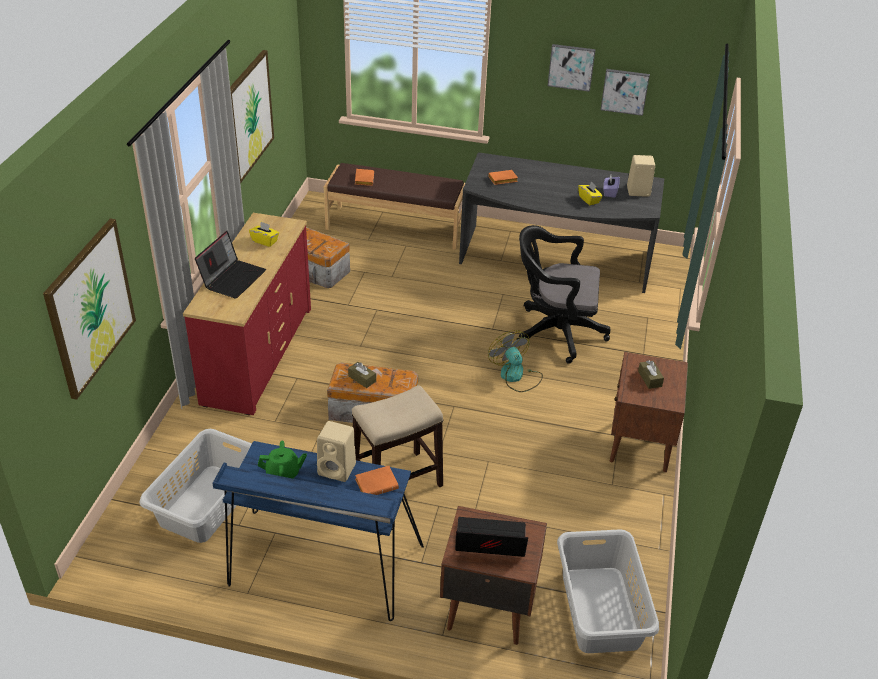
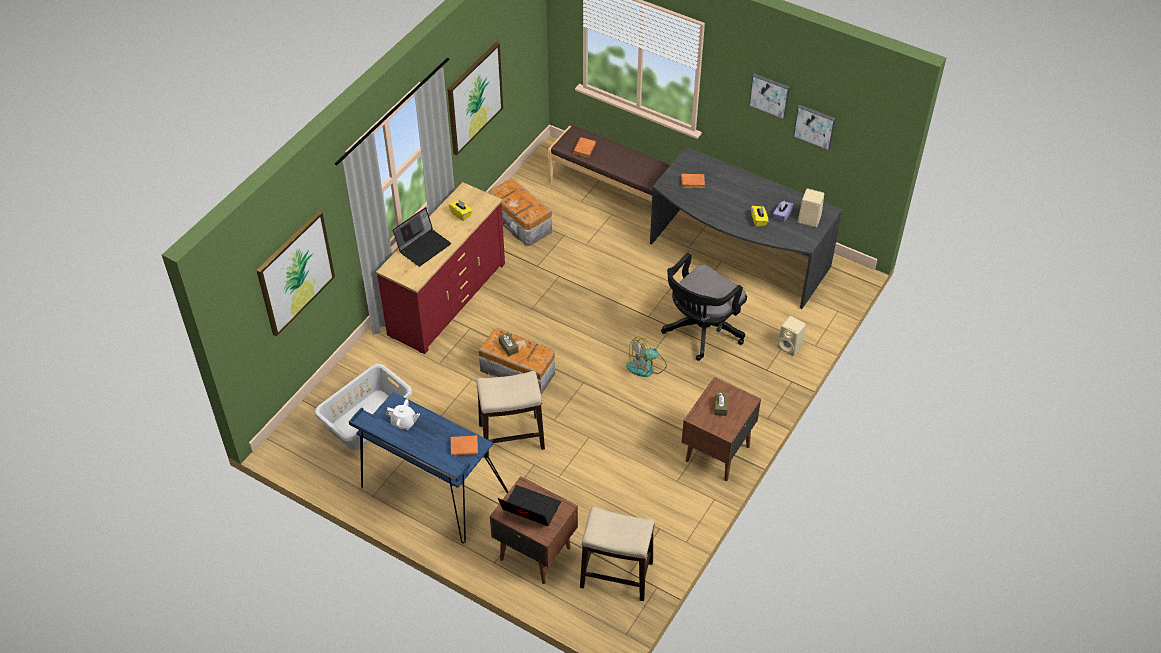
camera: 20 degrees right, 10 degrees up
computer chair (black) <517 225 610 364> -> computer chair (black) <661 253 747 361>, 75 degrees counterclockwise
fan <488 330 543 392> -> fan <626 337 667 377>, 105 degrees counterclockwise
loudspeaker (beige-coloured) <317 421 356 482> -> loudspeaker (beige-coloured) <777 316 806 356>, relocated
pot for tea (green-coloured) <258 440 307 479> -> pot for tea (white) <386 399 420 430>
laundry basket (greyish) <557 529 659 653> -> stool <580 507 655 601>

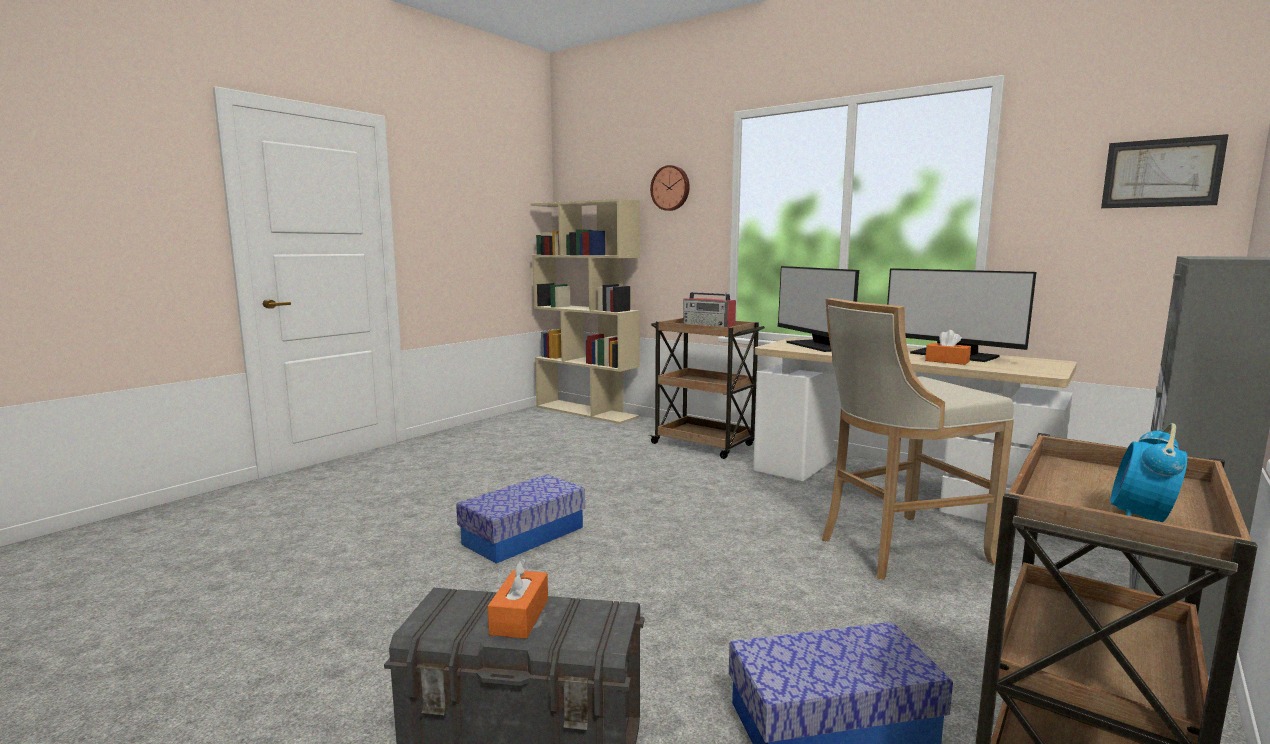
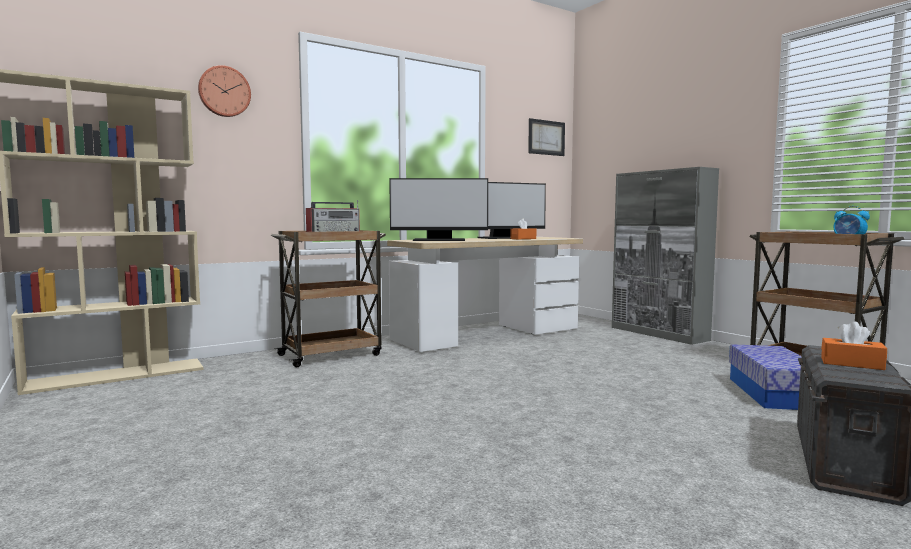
camera: 70 degrees left, 5 degrees down
stool (beige-coloured) <822 298 1014 580> -> none
storage box <456 474 585 564> -> none

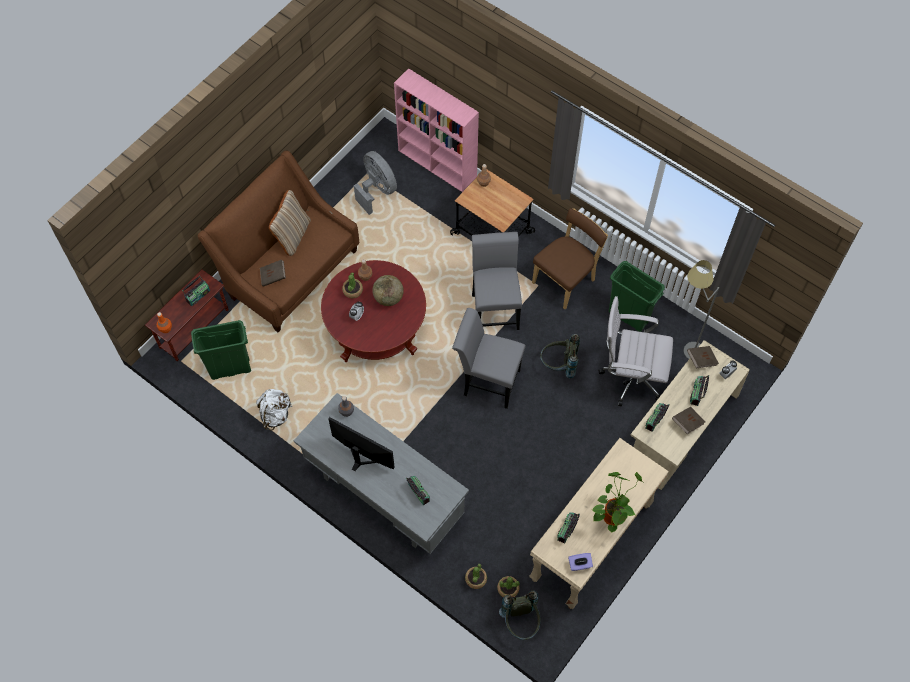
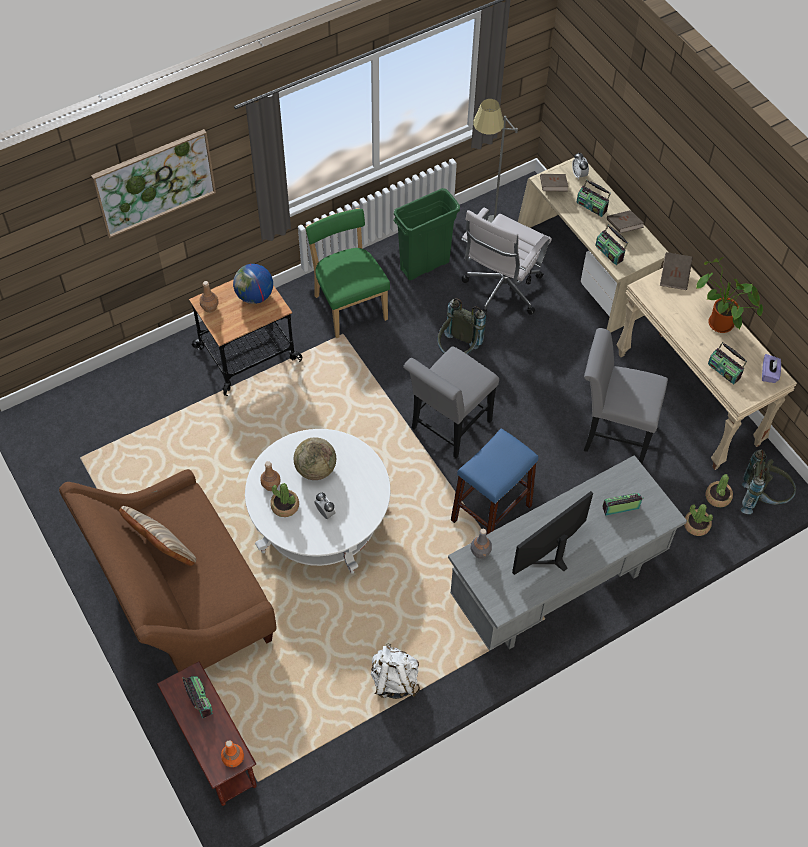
camera: 70 degrees left, 5 degrees down
bookcase (pink) <394 68 479 192> -> none
fan (greyish) <354 151 397 215> -> none
upright chair (brown-coloured) <532 208 608 309> -> upright chair (green-coloured) <306 208 390 338>
upright chair (greyish) <472 232 522 330> -> upright chair (greyish) <584 328 668 464>, relocated
bound book (brown-coloured) <260 260 286 287> -> bound book (brown-coloured) <660 252 693 290>, relocated
lounge table (red) <321 260 426 362> -> lounge table (white) <245 429 390 573>
rubbish bin (green-coloured) <191 320 251 380> -> none
none -> picture <91 129 216 238>
none -> globe <233 264 273 304>
none -> stool (bluish) <451 428 538 535>

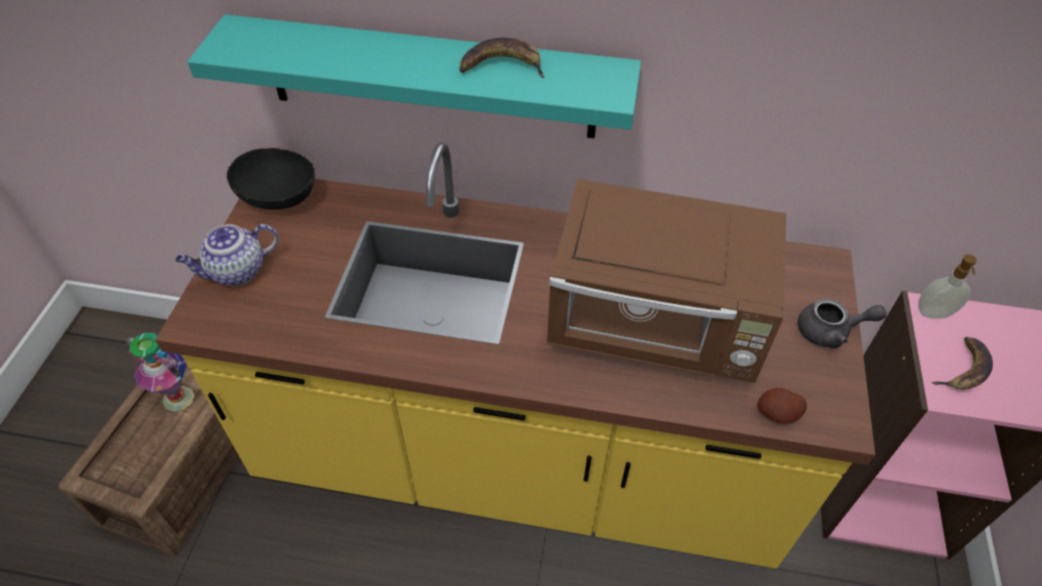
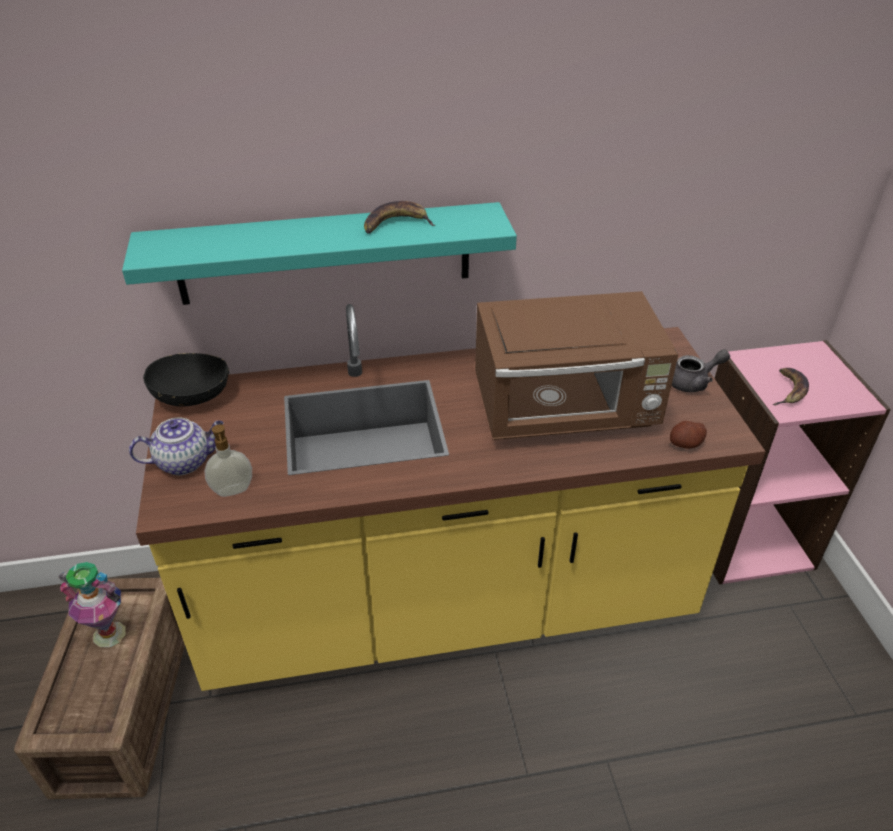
camera: 20 degrees left, 10 degrees down
pot for tea <175 224 279 286> -> pot for tea <129 417 223 475>, 150 degrees counterclockwise
soap bottle <918 254 977 319> -> soap bottle <205 424 252 497>, relocated

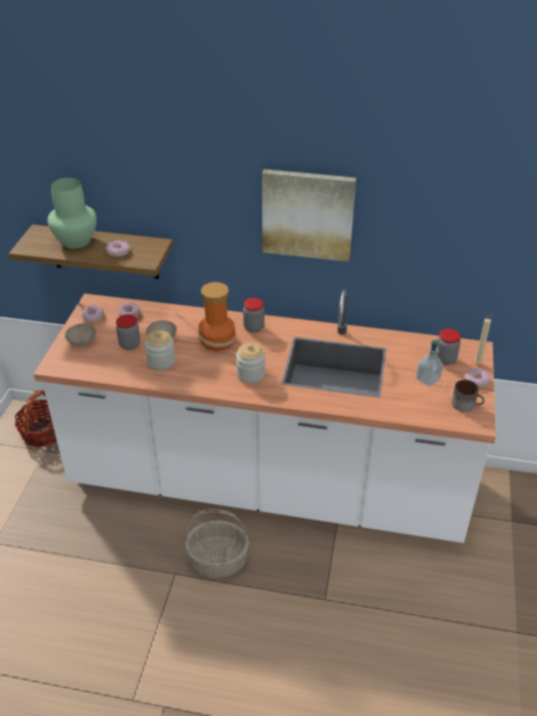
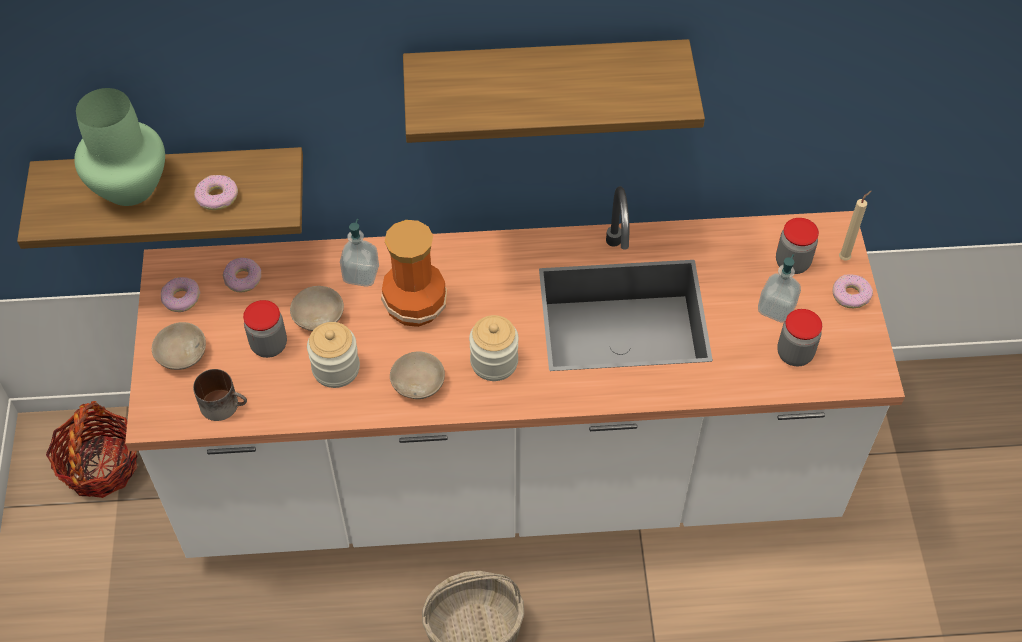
camera: 15 degrees left, 15 degrees up
picture <262 169 356 262> -> shelf <403 39 705 143>
storage jar <243 298 265 333> -> storage jar <777 309 822 366>, relocated
tea mug <452 380 485 412> -> tea mug <193 369 247 421>, relocated
none -> soap bottle <340 219 379 287>
none -> serving bowl (beige-coloured) <390 351 445 399>

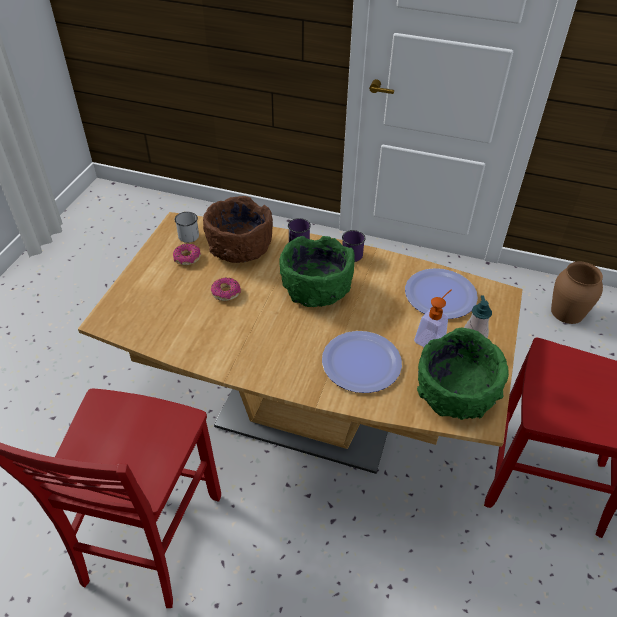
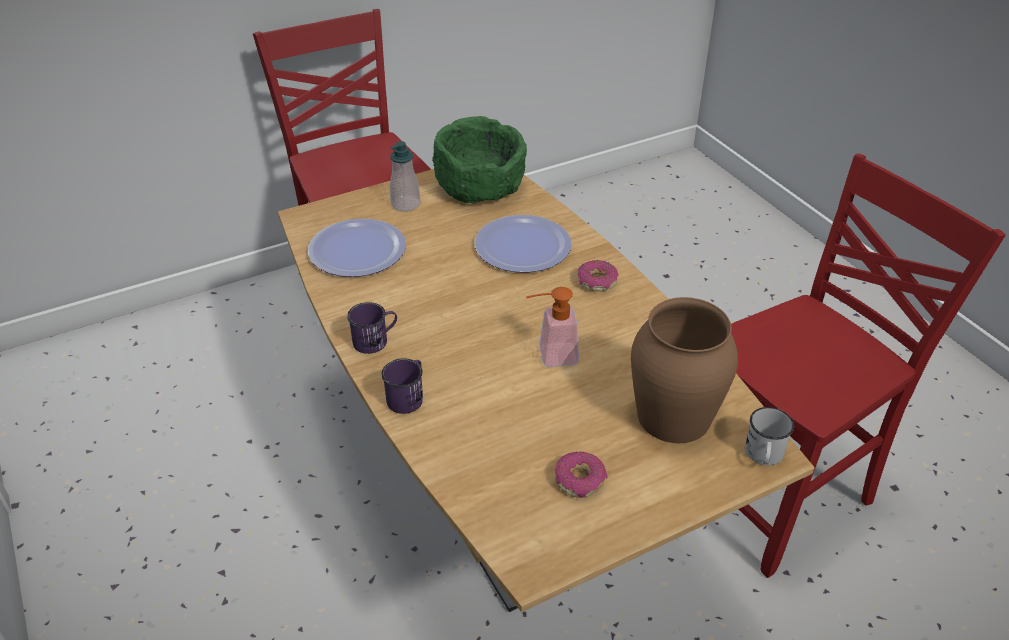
camera: 135 degrees left, 5 degrees down
serving bowl (brown-coloured) <203 196 273 263> -> none
tea mug (white) <175 212 199 243> -> tea mug (white) <745 407 794 466>, relocated
serving bowl (green-coloured) <279 236 355 307> -> none
flower vase (brown-coloured) <551 261 603 324> -> flower vase (brown-coloured) <631 297 738 443>, relocated
ring doughnut <211 277 241 301> -> ring doughnut <578 260 618 291>, relocated
soap bottle <414 289 452 347> -> soap bottle <526 287 579 367>, relocated

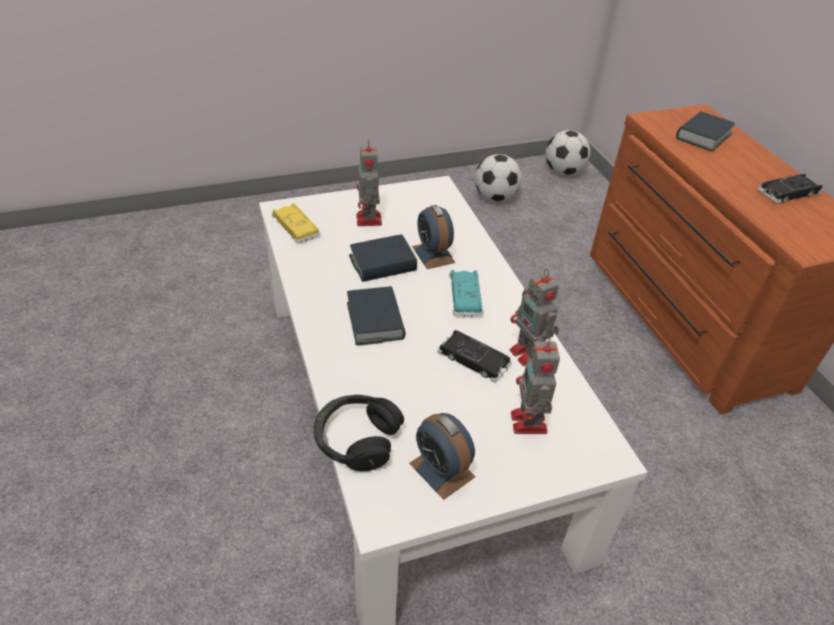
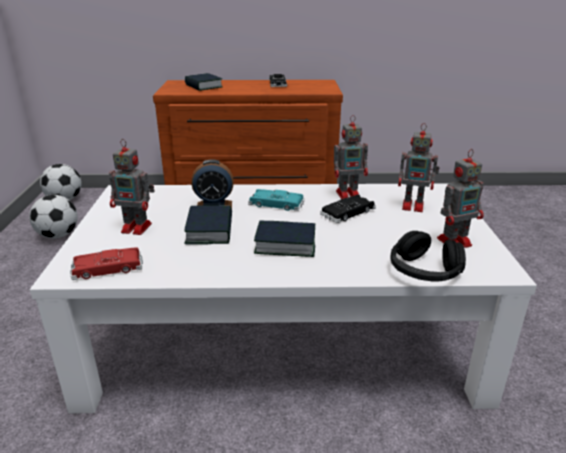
camera: 70 degrees left, 15 degrees down
miniature car (yellow-coloured) <271 203 321 244> -> miniature car (red) <70 247 143 280>
alarm clock <409 413 475 500> -> robot figure <437 149 484 248>

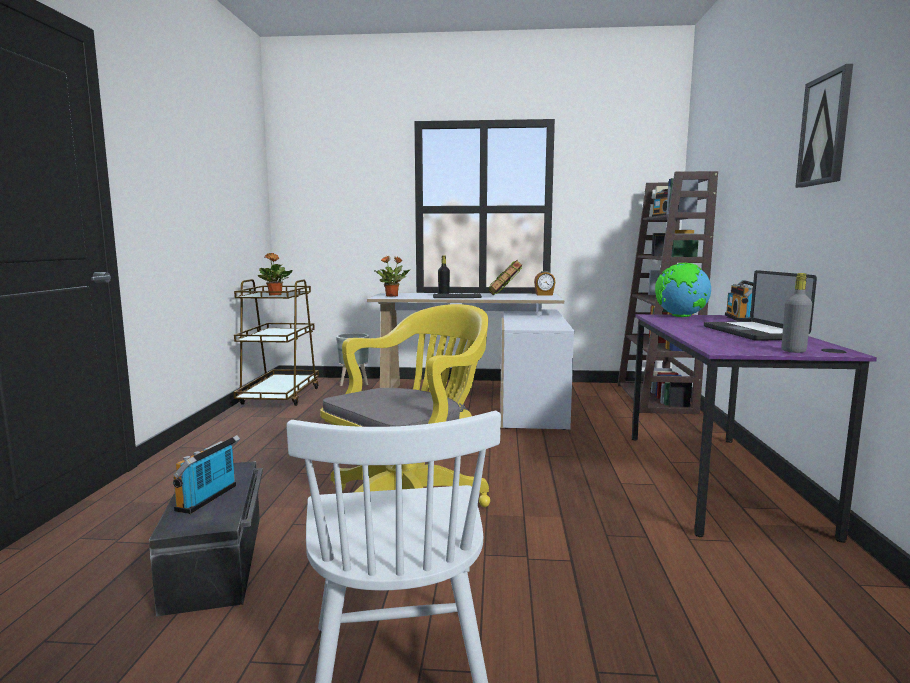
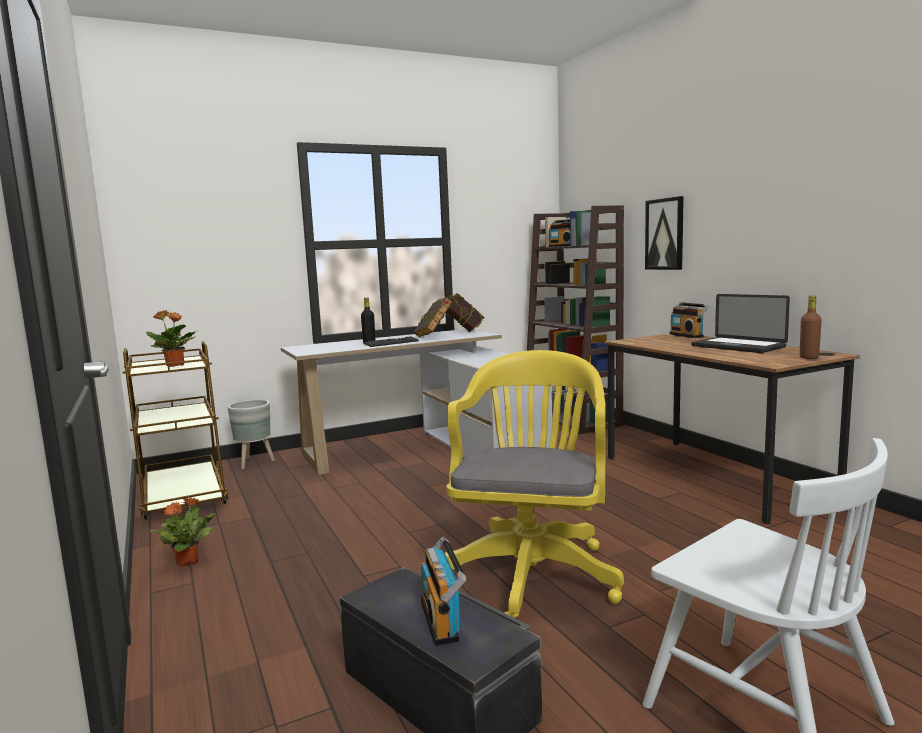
camera: 30 degrees left, 0 degrees up
picture <795 64 853 188> -> picture <645 196 684 270>, relocated
houseplant <373 256 411 297> -> houseplant <150 497 217 566>, relocated
globe <655 263 711 317> -> none
alarm clock <534 271 555 295> -> bound book <446 293 485 332>
bottle (greyish) <781 273 812 353> -> bottle (brown-coloured) <800 295 822 359>
desk (purple) <632 314 877 543> -> desk (brown-coloured) <604 334 860 524>

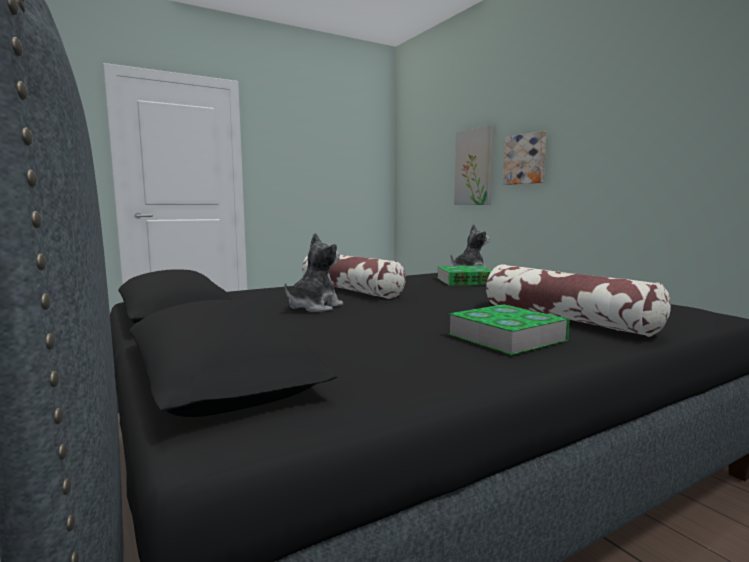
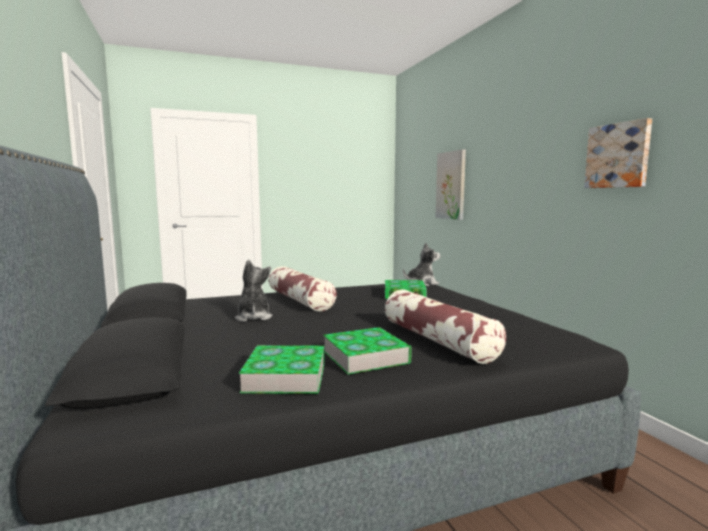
camera: 10 degrees right, 0 degrees up
picture <503 131 546 185> -> picture <584 118 652 188>, relocated
soft toy <285 233 343 312> -> soft toy <235 260 272 322>, 60 degrees counterclockwise
none -> bound book <239 345 325 394>

